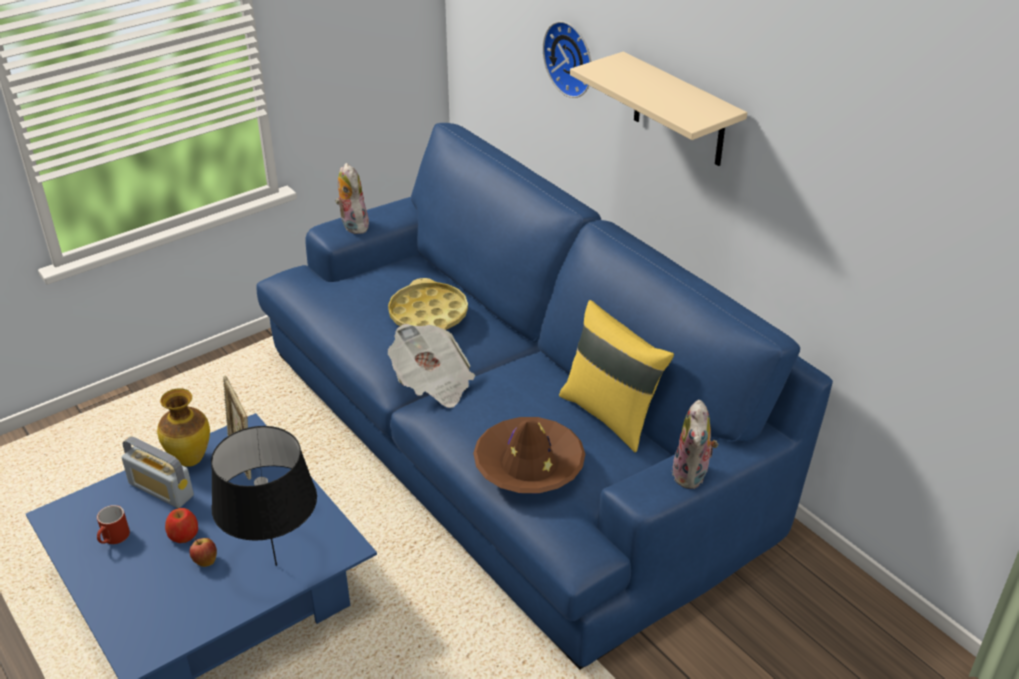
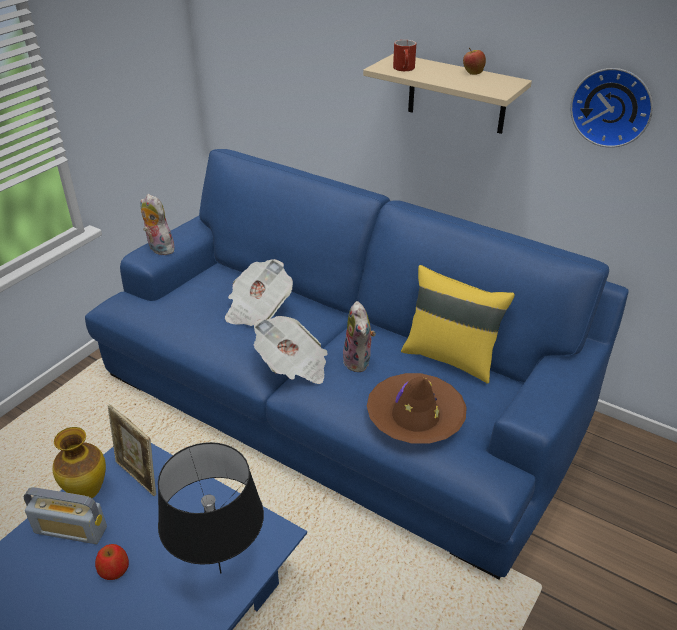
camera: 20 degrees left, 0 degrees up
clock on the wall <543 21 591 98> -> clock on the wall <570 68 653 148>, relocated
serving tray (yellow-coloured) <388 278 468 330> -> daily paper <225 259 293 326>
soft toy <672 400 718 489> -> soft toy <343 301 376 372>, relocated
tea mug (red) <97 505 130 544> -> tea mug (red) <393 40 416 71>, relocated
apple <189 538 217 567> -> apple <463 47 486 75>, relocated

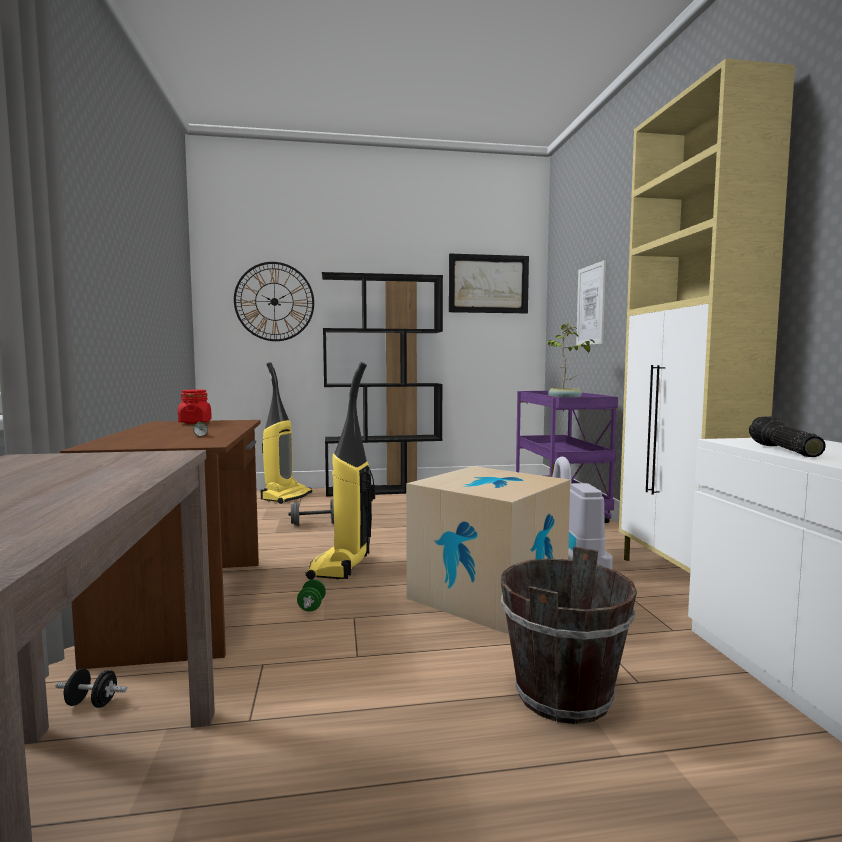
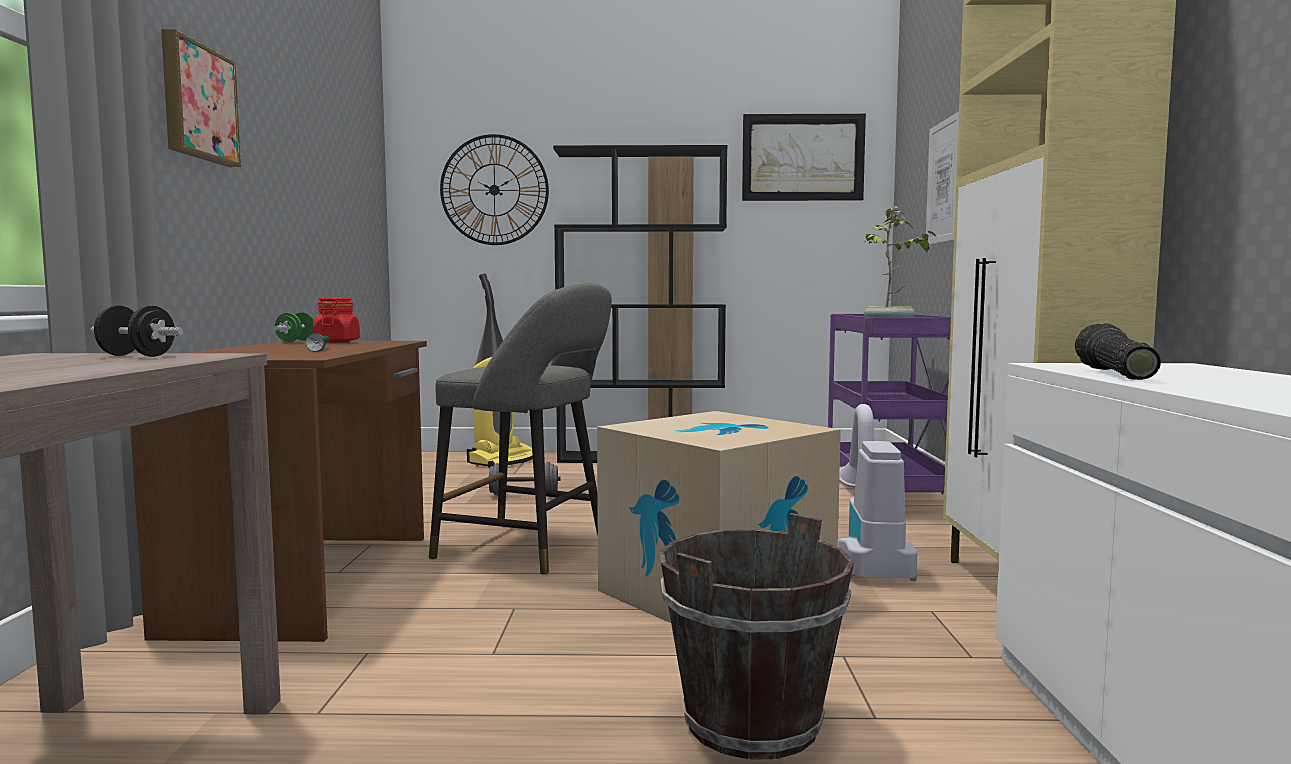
camera: 10 degrees right, 0 degrees up
hoover <306 362 375 580> -> stool (greyish) <429 283 612 575>
dumbbell (green-coloured) <297 579 326 612> -> dumbbell (green-coloured) <274 312 314 342>, relocated
dumbbell (black) <56 668 127 708> -> dumbbell (black) <90 305 183 357>, relocated
none -> picture <161 30 241 167>

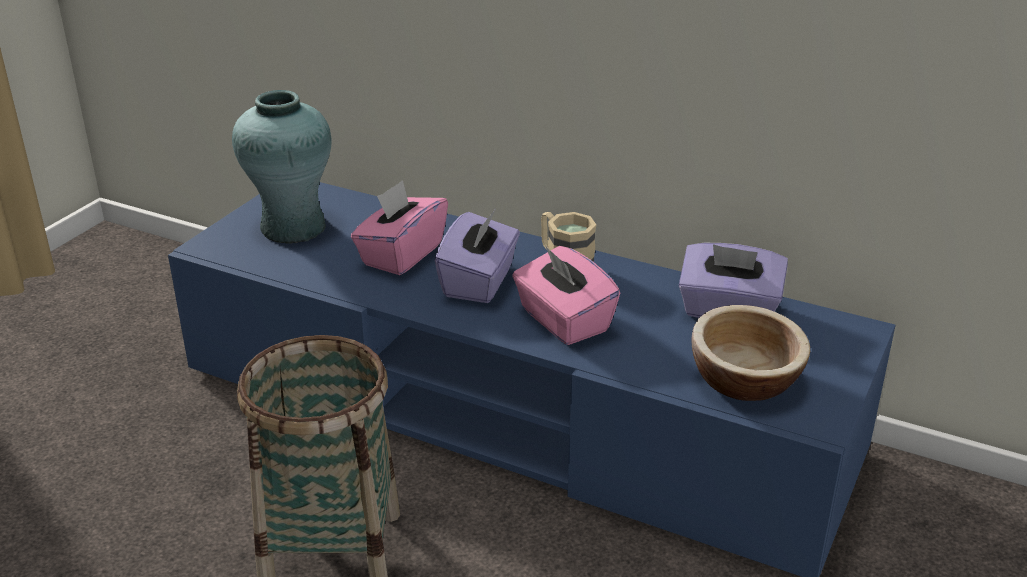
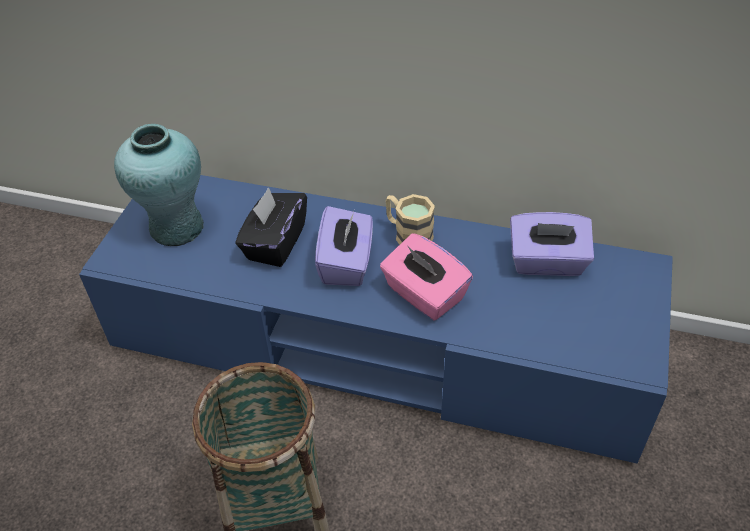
camera: 10 degrees left, 15 degrees up
box of tissues (pink) <351 180 448 275> -> box of tissues (black) <236 187 307 267>
serving bowl <692 305 810 401> -> none

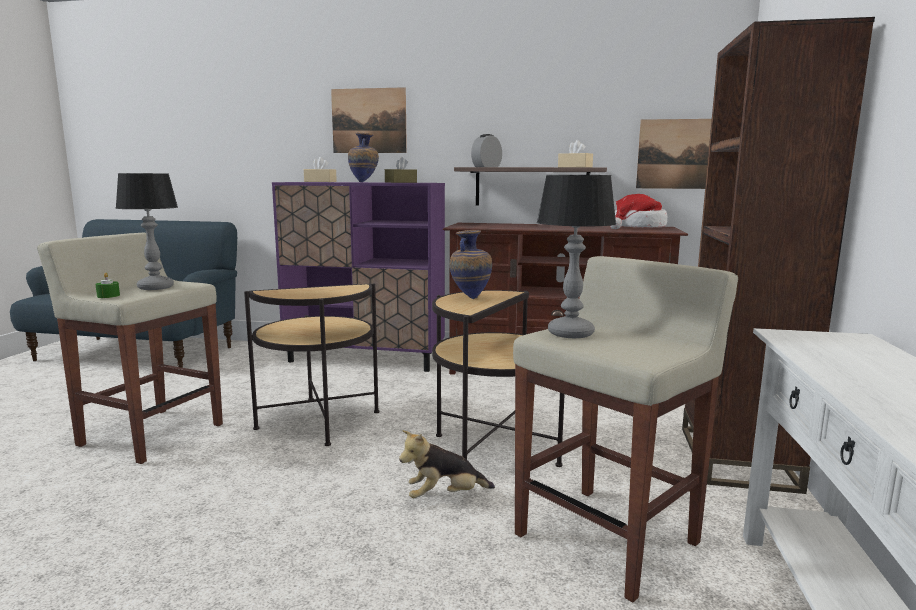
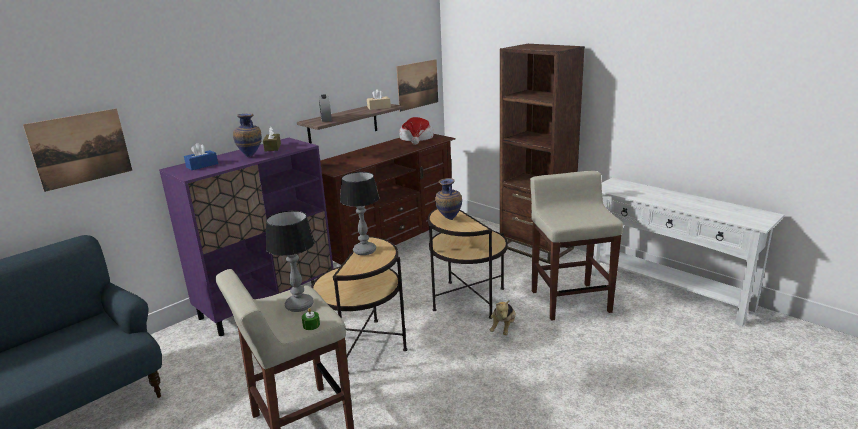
camera: 55 degrees left, 10 degrees up
picture <331 87 407 153> -> picture <23 109 132 192>, relocated
box of tissues (beige-coloured) <304 157 337 182> -> box of tissues (bluish) <184 143 218 170>
lamp for a table <537 175 616 338> -> lamp for a table <340 172 380 255>, relocated

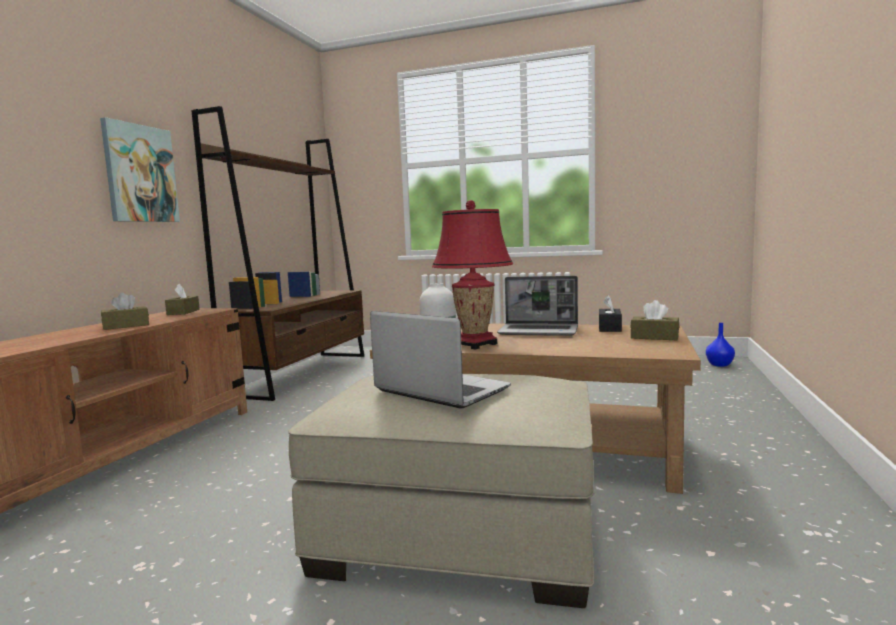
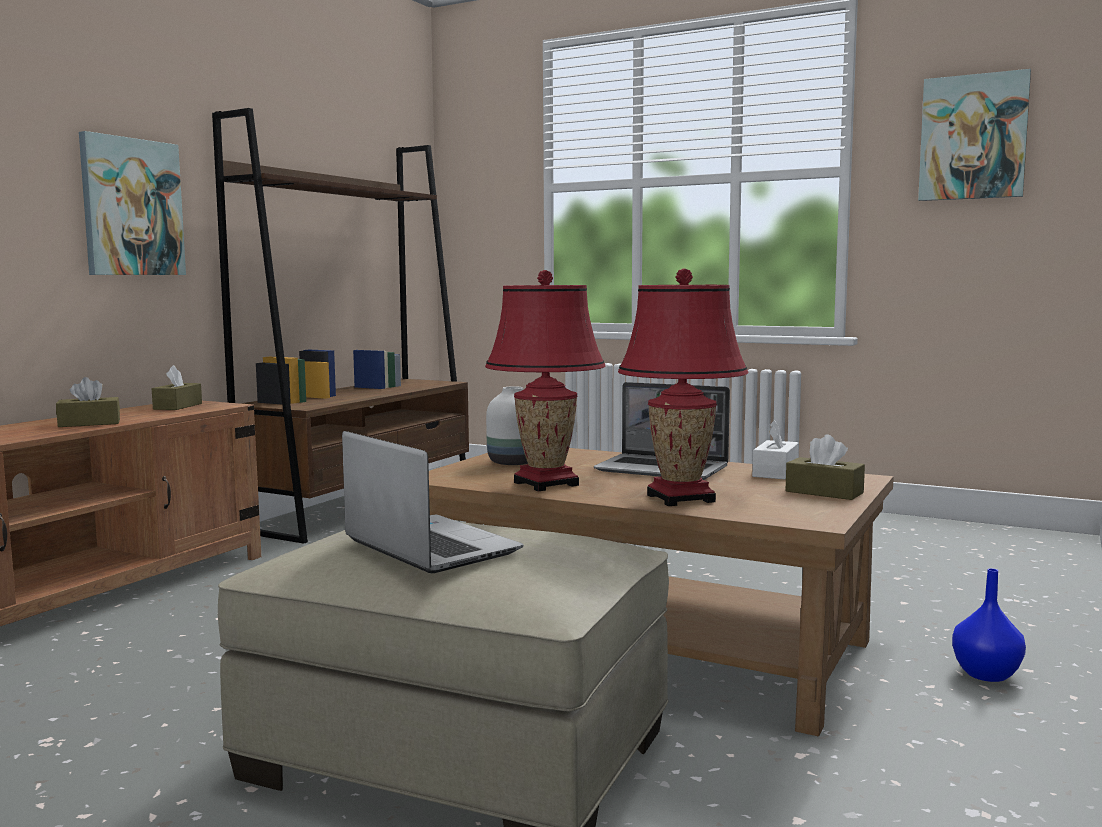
camera: 10 degrees right, 0 degrees up
box of tissues (black) <599 295 622 332> -> box of tissues (white) <752 420 799 479>
flower vase (bluish) <706 323 735 367> -> flower vase (bluish) <952 568 1026 682>, relocated
none -> picture <918 69 1031 201>
none -> lamp for a table (red) <618 268 749 506>

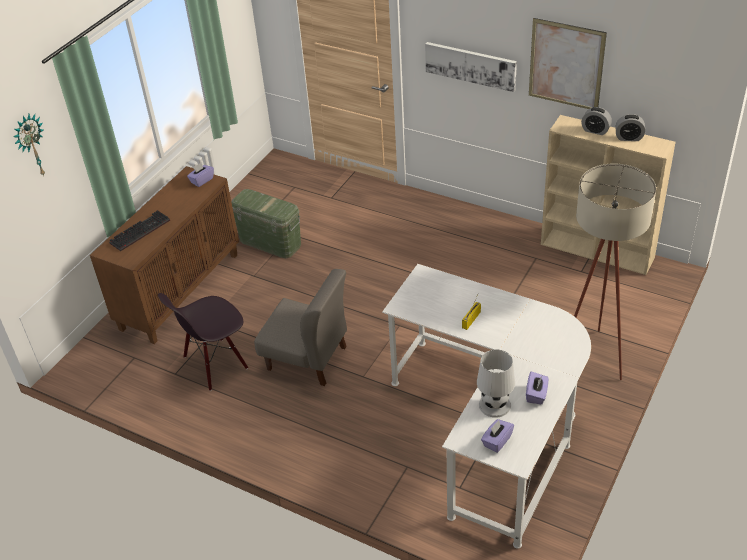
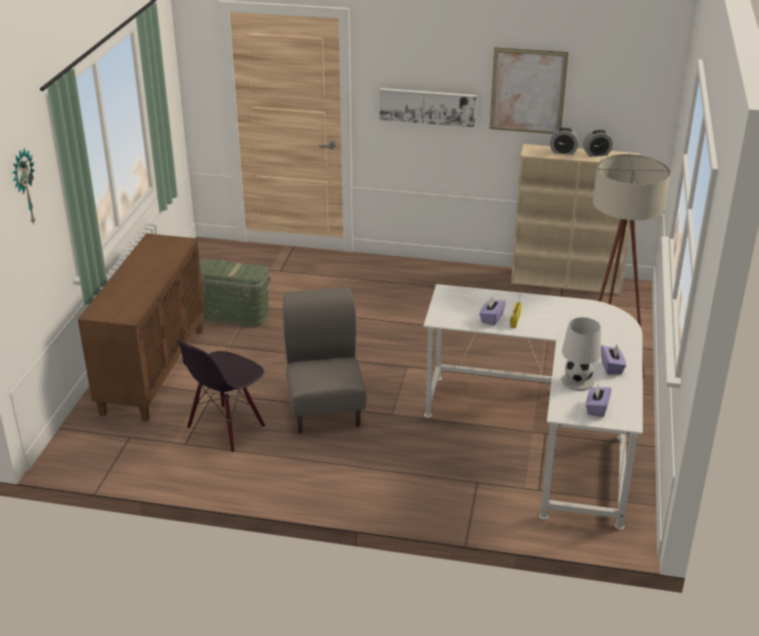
camera: 20 degrees left, 10 degrees down
box of tissues (purple) <187 162 214 187> -> box of tissues (purple) <479 296 506 325>, relocated
computer keyboard <109 210 170 251> -> none
upright chair (greyish) <254 269 347 386> -> upright chair (greyish) <283 287 367 434>, 105 degrees counterclockwise

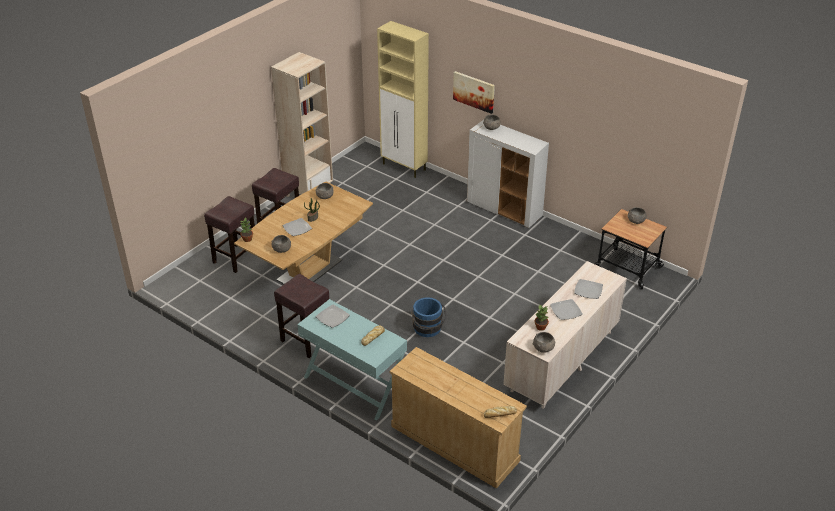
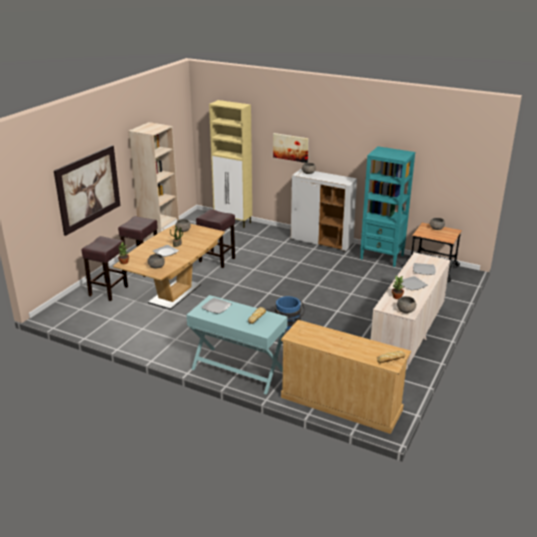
camera: 10 degrees left, 10 degrees down
stool (brown-coloured) <274 274 329 358> -> stool (brown-coloured) <196 209 235 268>, relocated
none -> picture <54 145 120 236>
none -> bookcase (blue-green) <360 146 415 267>

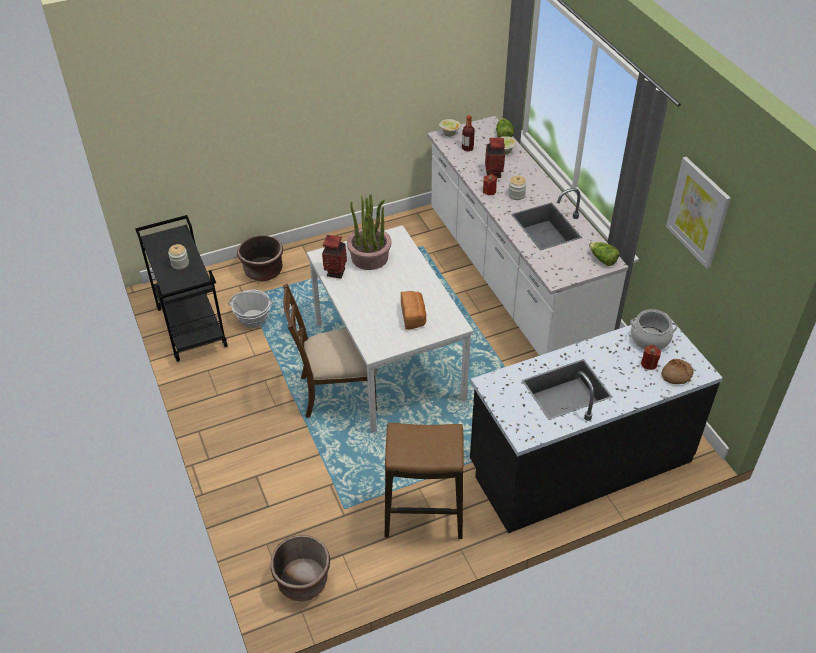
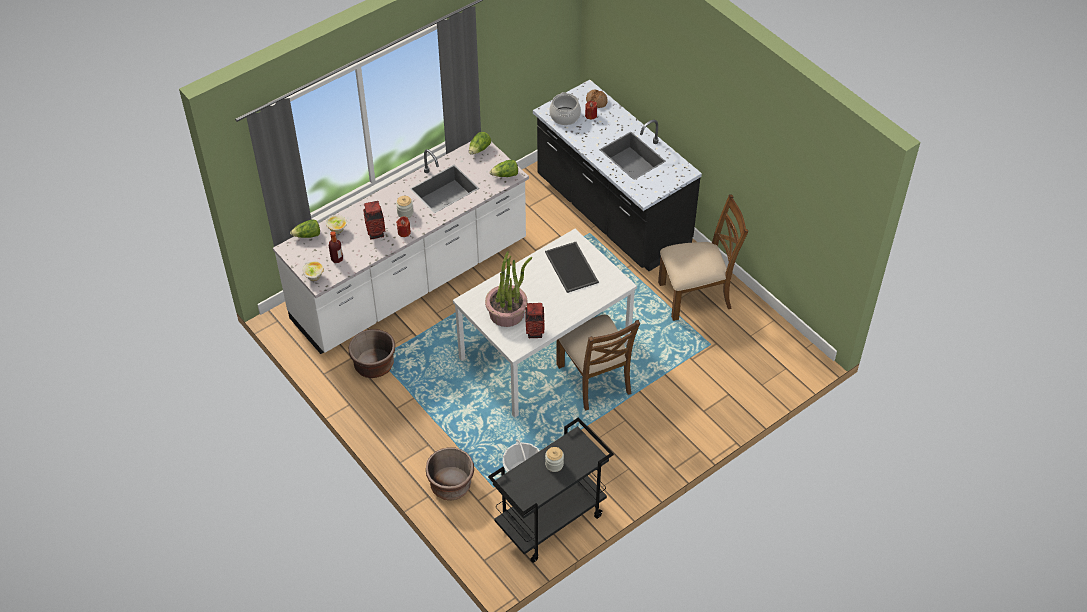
camera: 105 degrees left, 5 degrees up
picture <666 157 731 269> -> none
baked bread <401 291 427 330> -> serving tray <545 242 599 293>
stool <385 423 464 539> -> upright chair (brown-coloured) <658 194 749 321>
planter (brown-coloured) <271 535 330 601> -> planter (brown-coloured) <349 329 395 378>, relocated
none -> lettuce <490 160 518 177>

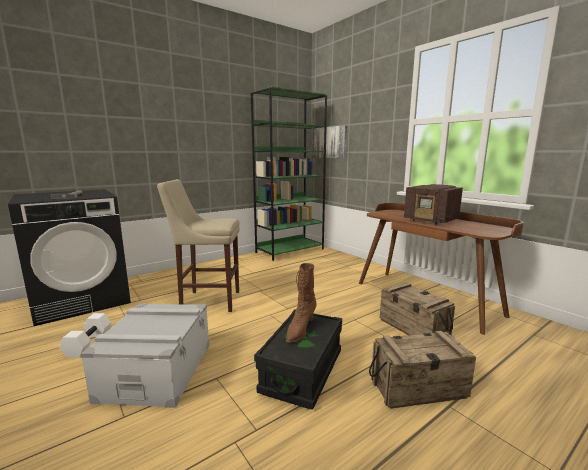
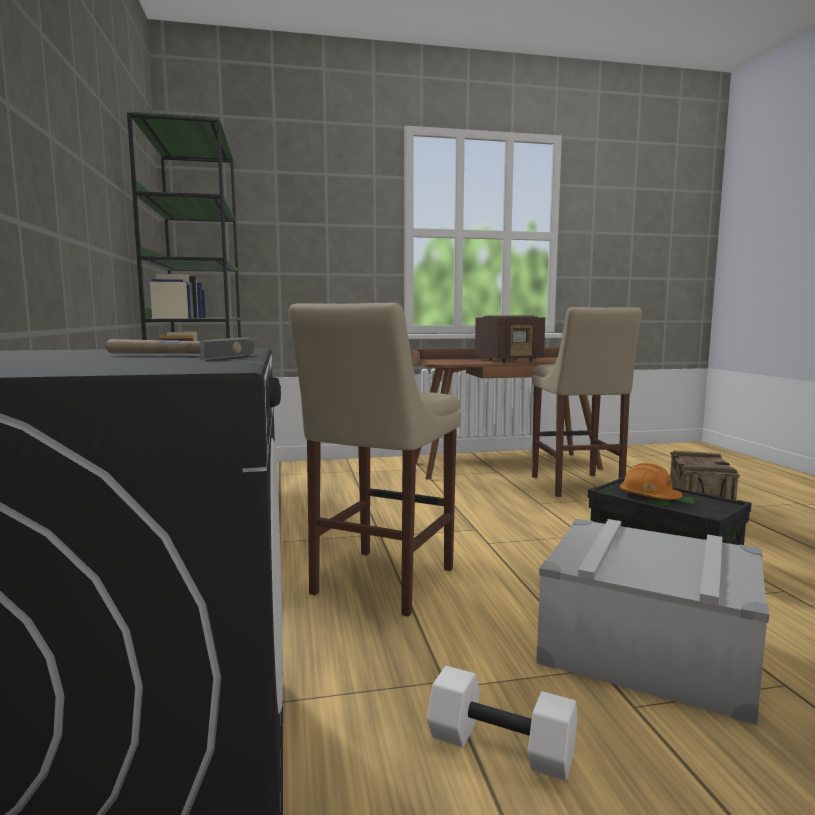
camera: 65 degrees left, 5 degrees down
picture <312 125 347 159> -> none
high-top boot (brown-coloured) <286 263 317 343> -> hard hat (orange) <620 463 682 499>
shipping crate <380 283 455 335> -> stool (beige-coloured) <531 307 642 497>

